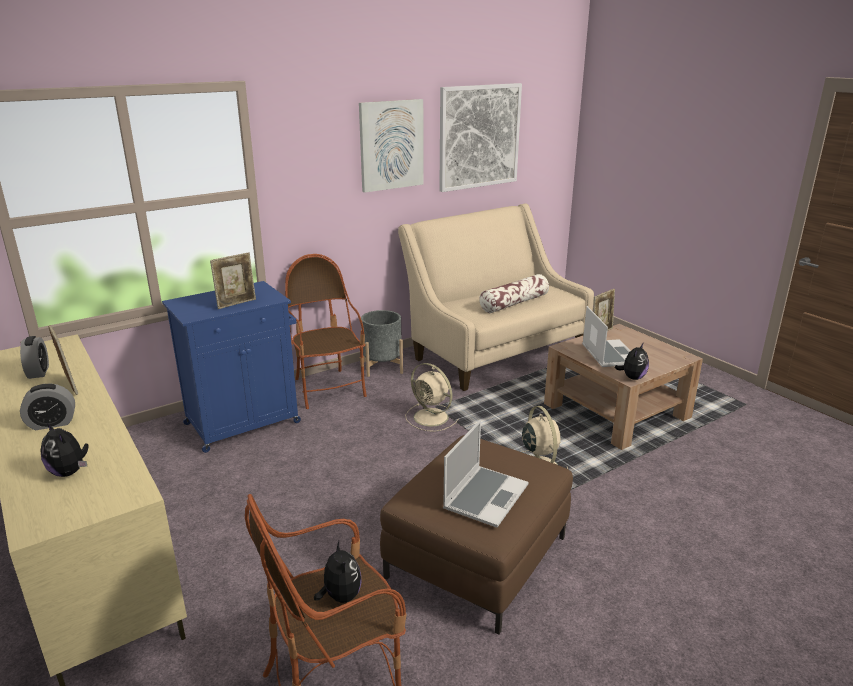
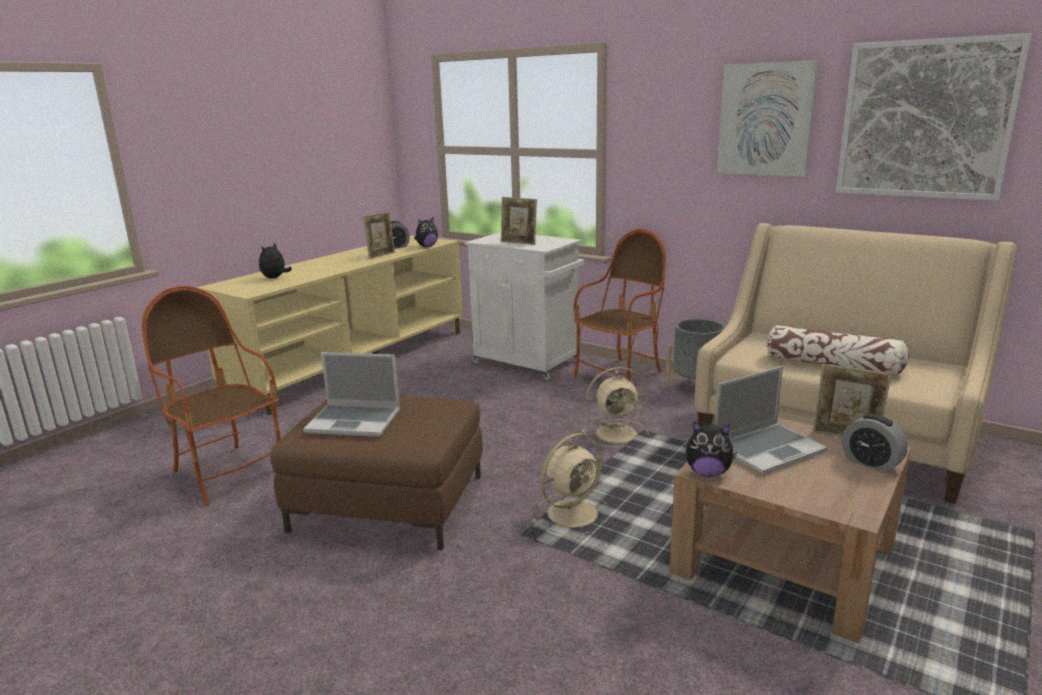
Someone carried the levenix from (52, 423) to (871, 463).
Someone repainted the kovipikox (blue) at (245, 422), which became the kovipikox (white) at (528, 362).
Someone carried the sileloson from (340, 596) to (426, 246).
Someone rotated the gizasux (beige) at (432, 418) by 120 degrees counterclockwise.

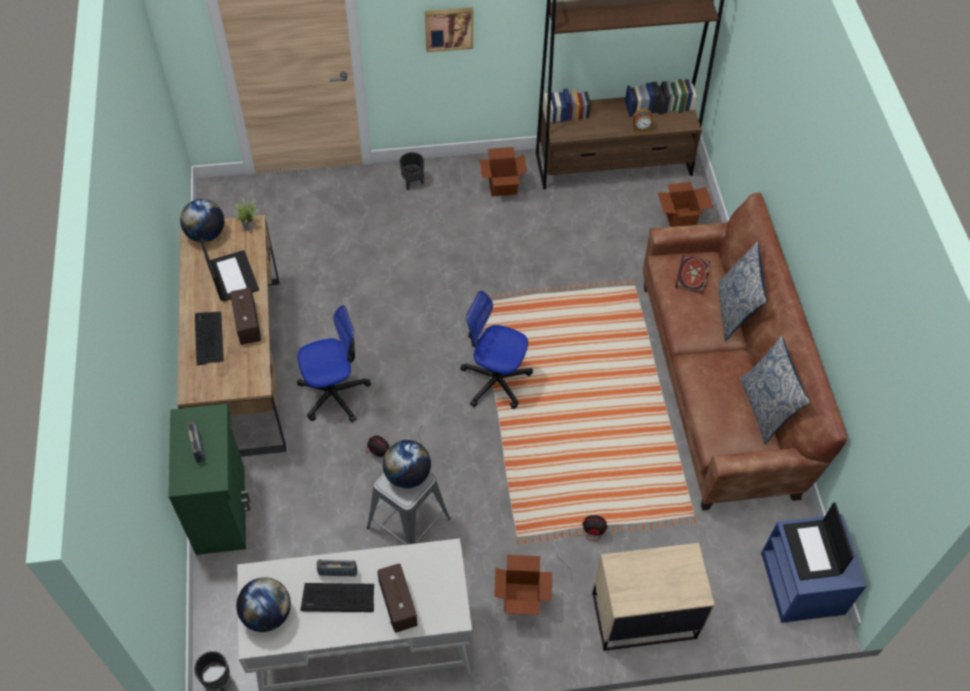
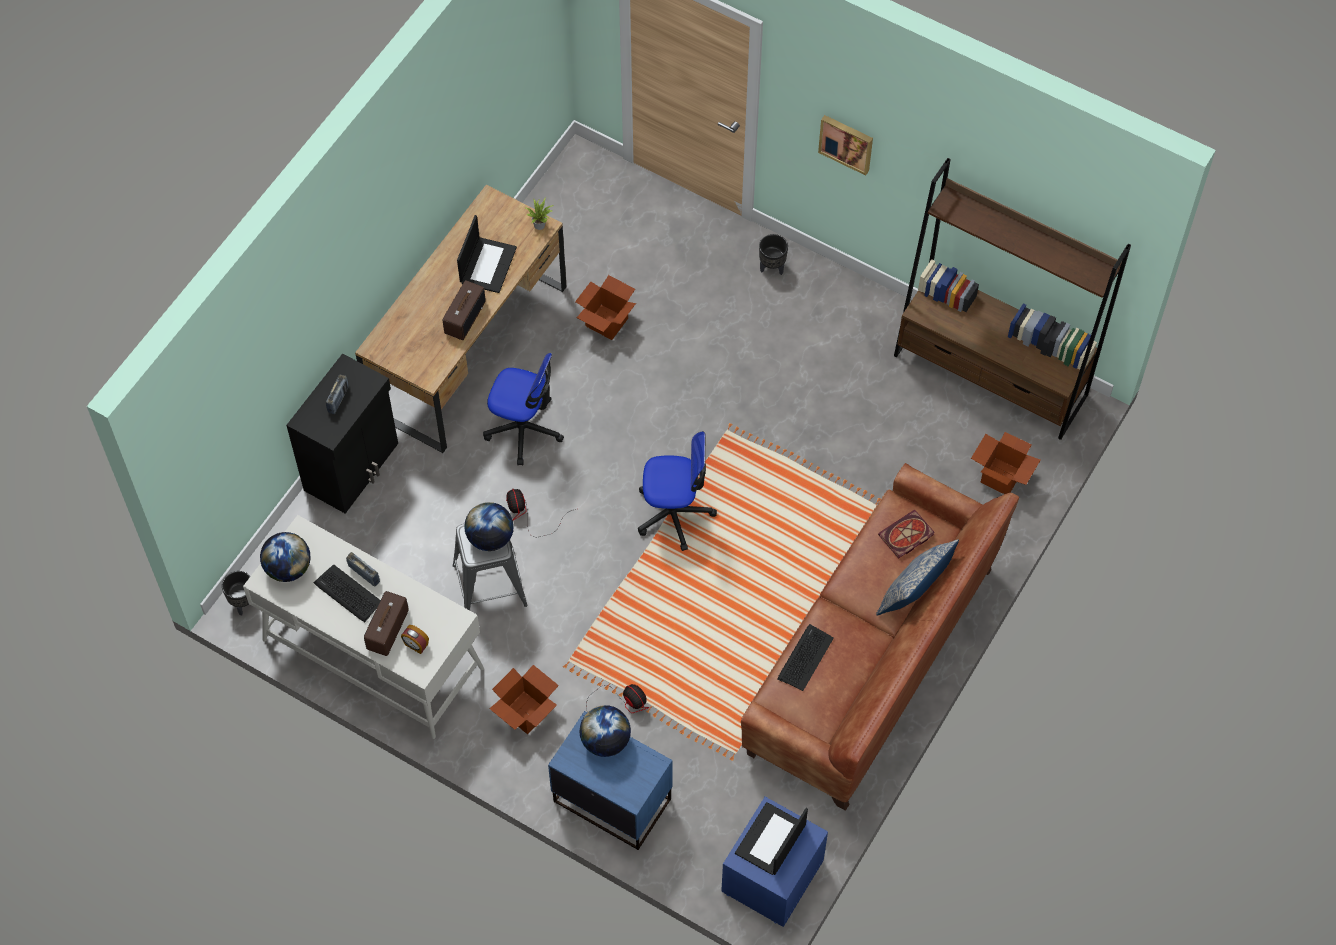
Someone repainted the kovipikox (green) at (222, 509), which became the kovipikox (black) at (353, 467).
Someone carried the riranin from (206, 234) to (605, 741).
Someone carried the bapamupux from (208, 338) to (805, 658).
Someone rotated the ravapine at (495, 380) by 120 degrees clockwise.
Someone carried the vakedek from (502, 186) to (607, 322).
Someone repainted the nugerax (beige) at (643, 615), which became the nugerax (blue) at (612, 799).
Someone carried the levenix from (641, 128) to (416, 645).
Someone took away the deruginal at (765, 408).

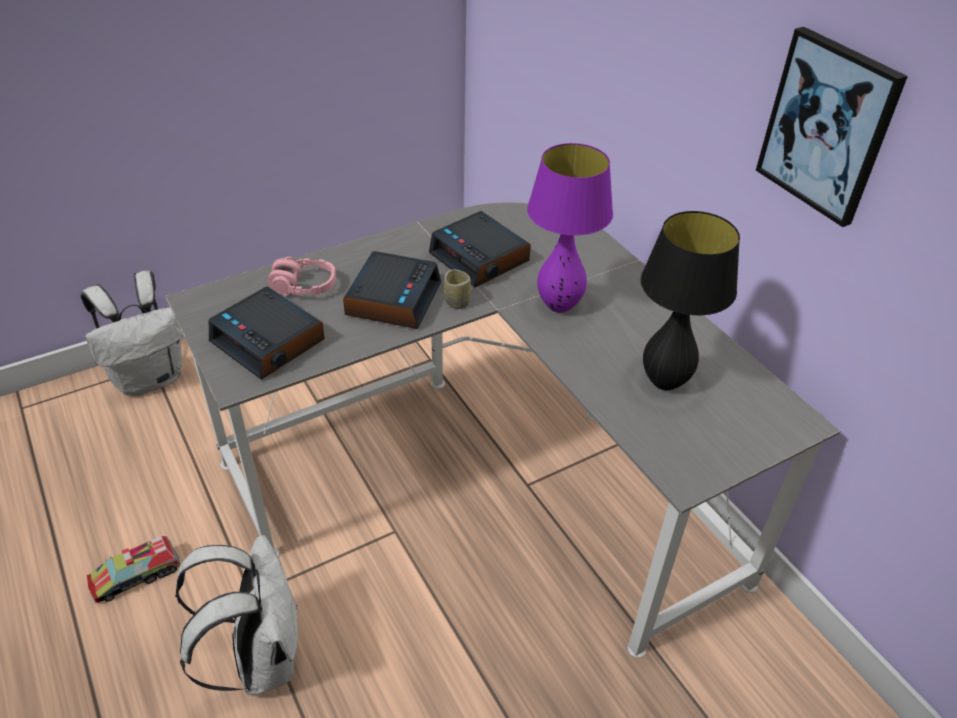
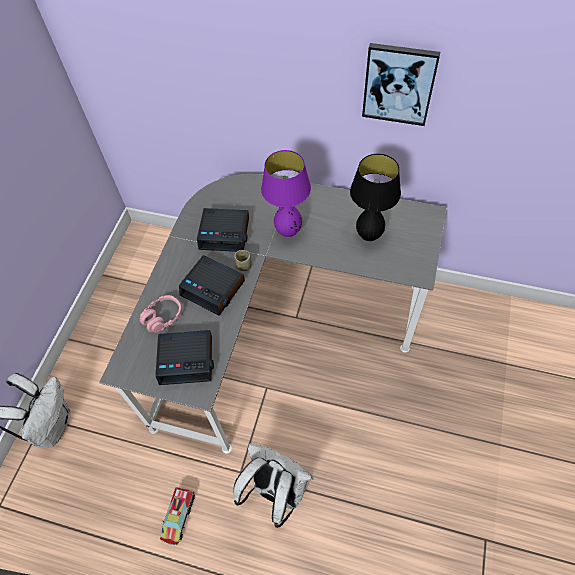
Someone rotated the levenix at (393, 299) by 150 degrees clockwise.

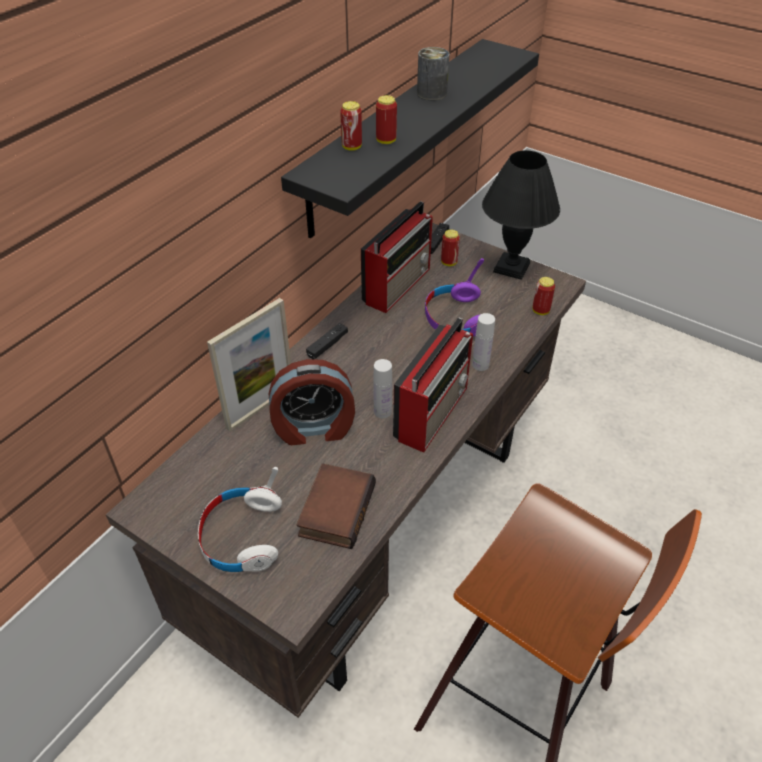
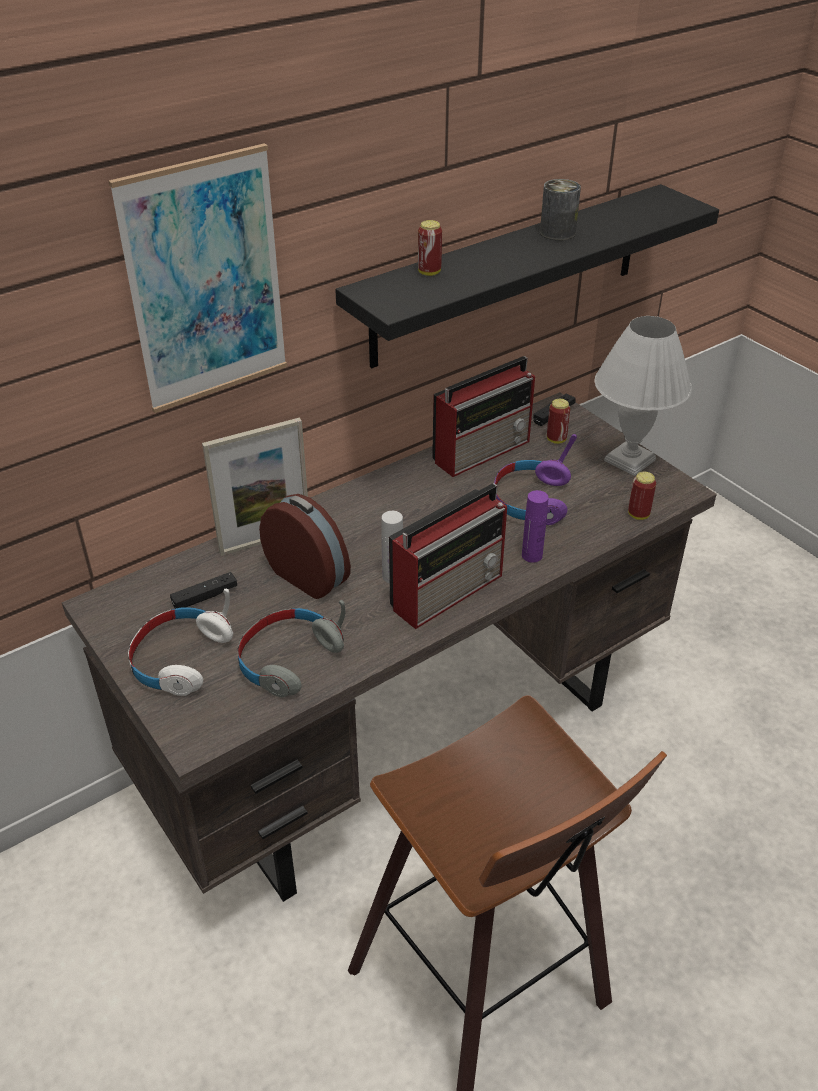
Someone rotated the levenix at (314, 428) by 150 degrees counterclockwise.
Someone swapped the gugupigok at (335, 509) for the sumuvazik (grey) at (288, 659).
Someone carried the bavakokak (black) from (327, 345) to (205, 597).
Someone took away the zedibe at (386, 141).
Someone repainted the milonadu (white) at (480, 365), which became the milonadu (purple) at (532, 555).
Someone repainted the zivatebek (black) at (512, 267), which became the zivatebek (white) at (631, 460).
Someone put up the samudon at (206, 282).

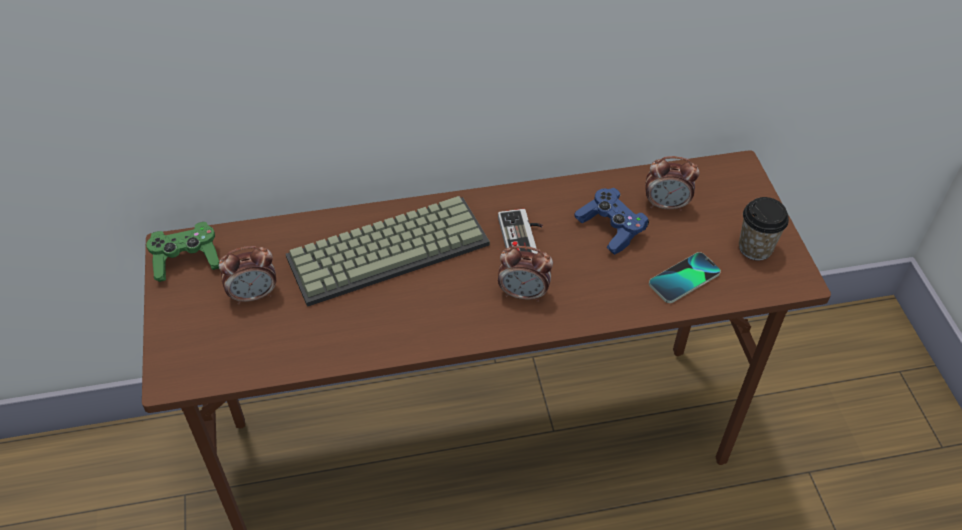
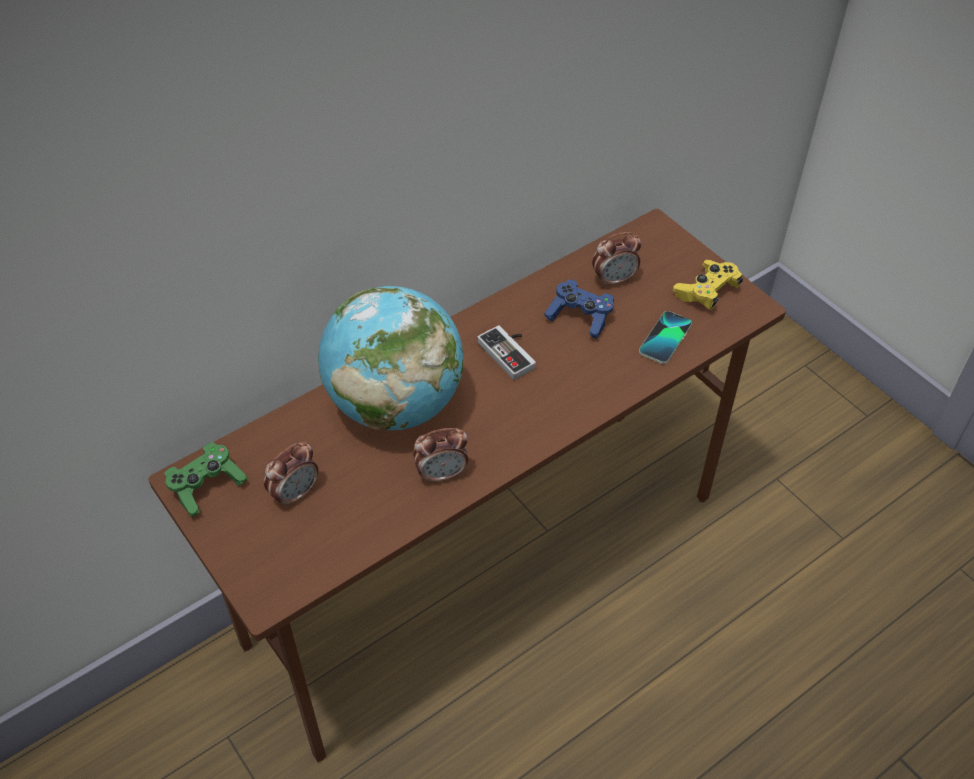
Someone swapped the bapamupux at (389, 248) for the riranin at (395, 404).
Someone carried the levenix from (523, 294) to (442, 474).
Someone swapped the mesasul at (755, 248) for the bavakokak (yellow) at (706, 292).

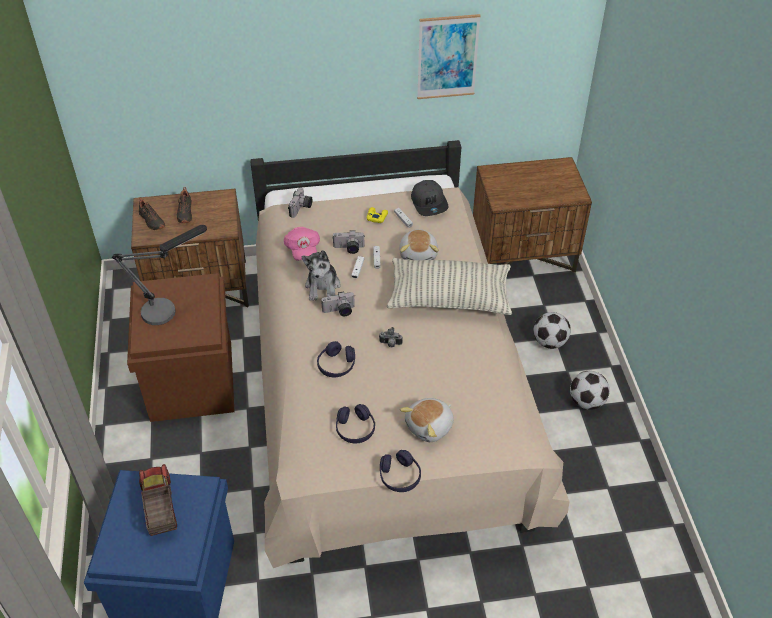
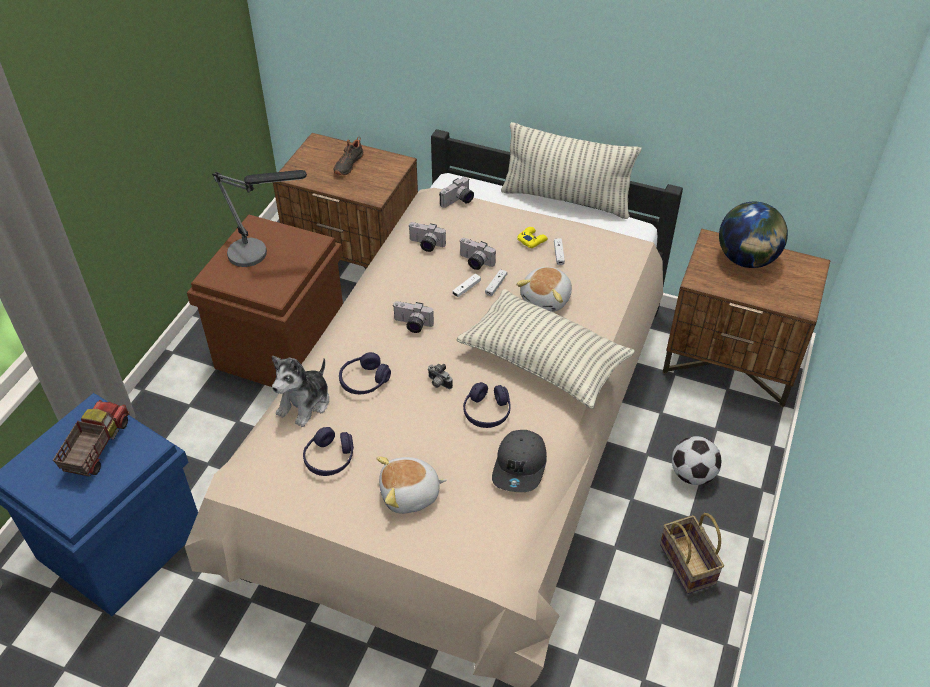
Someone took away the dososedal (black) at (151, 221).
Someone swapped the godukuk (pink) at (303, 250) for the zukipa at (426, 245).
Someone carried the sileloson from (323, 286) to (305, 403).
Someone carried the sumuvazik (purple) from (399, 476) to (487, 412).
Someone carried the godukuk (grey) from (429, 203) to (520, 466).
Someone took away the samudon at (447, 57).
Someone swapped the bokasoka at (586, 401) for the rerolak at (689, 565).
Someone put down the deruginal at (566, 199).
Someone put down the riranin at (746, 259).

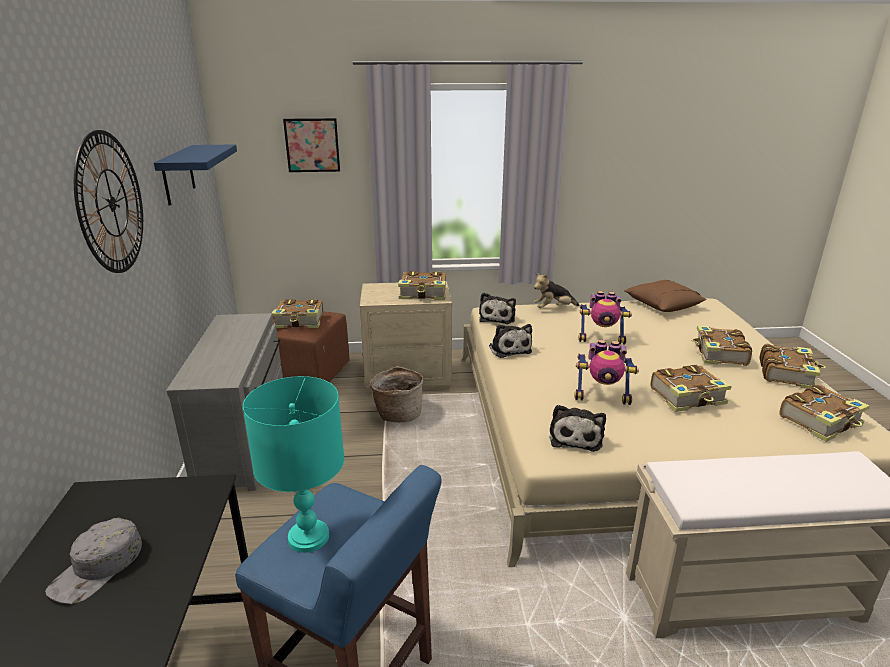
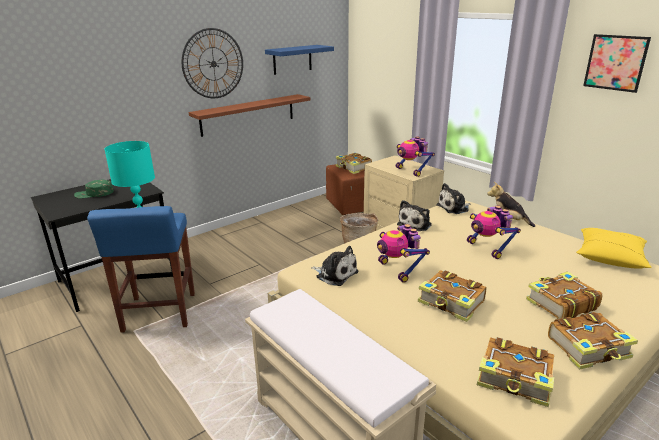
Someone repainted the godukuk (grey) at (98, 568), which became the godukuk (green) at (94, 194).
Someone took away the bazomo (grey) at (247, 442).
Someone carried the samudon from (312, 145) to (615, 62).
Someone swapped the gugupigok at (424, 293) for the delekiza at (411, 171).
Someone rotated the sileloson at (575, 437) by 120 degrees counterclockwise.
Someone repainted the deruginal (brown) at (662, 305), which became the deruginal (yellow) at (610, 257).
Someone put up the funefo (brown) at (248, 114).

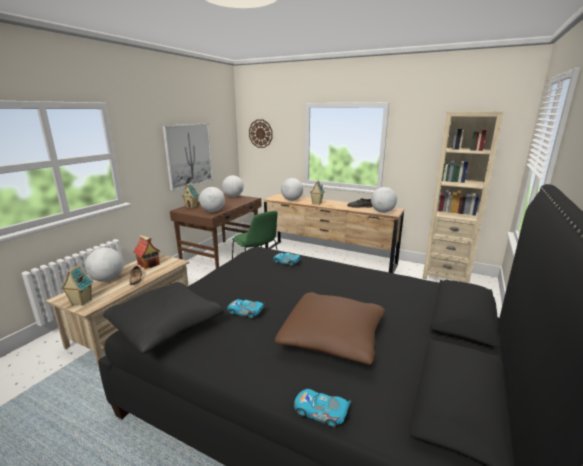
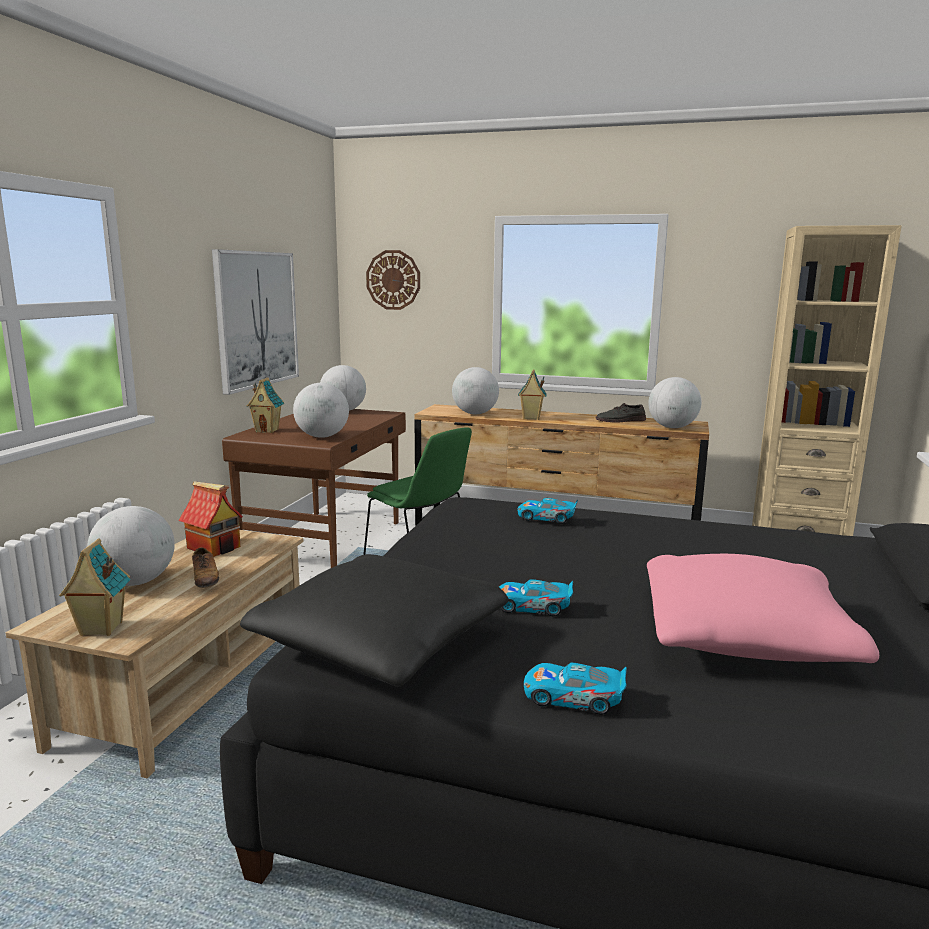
Someone repainted the deruginal (brown) at (332, 338), which became the deruginal (pink) at (744, 636).
Someone carried the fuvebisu from (320, 412) to (573, 697).

